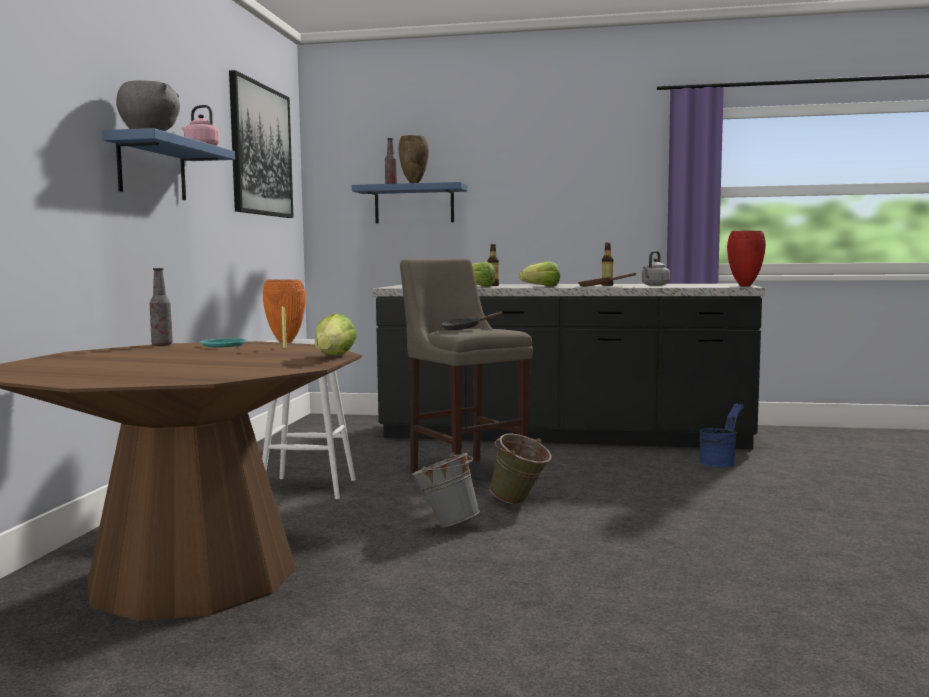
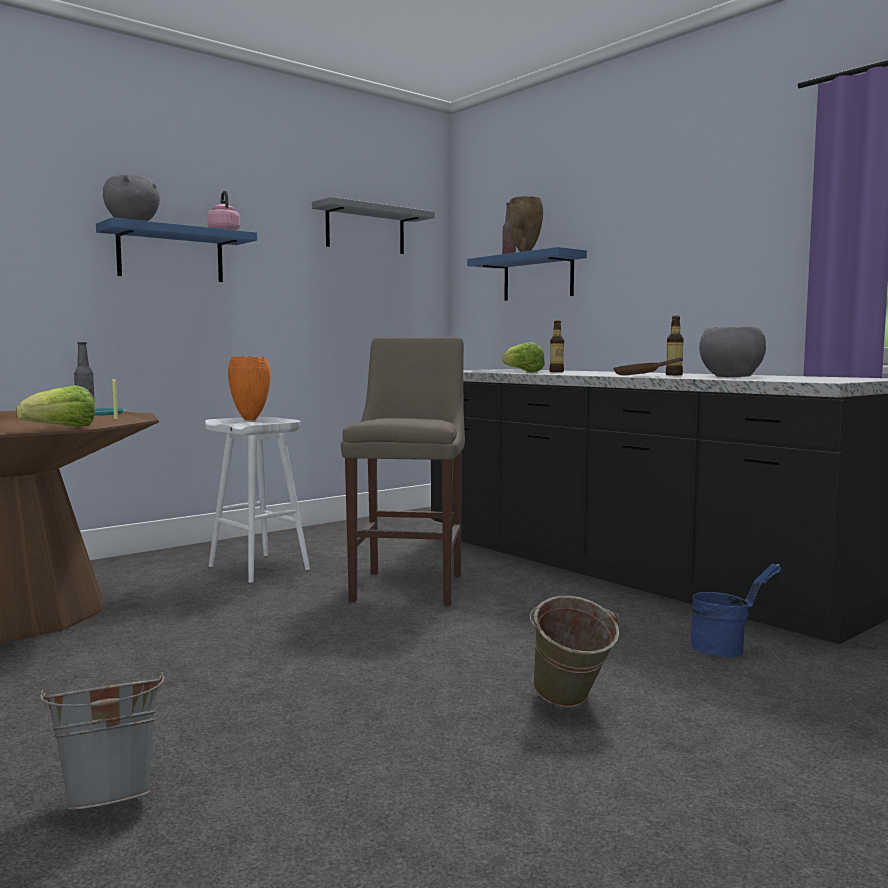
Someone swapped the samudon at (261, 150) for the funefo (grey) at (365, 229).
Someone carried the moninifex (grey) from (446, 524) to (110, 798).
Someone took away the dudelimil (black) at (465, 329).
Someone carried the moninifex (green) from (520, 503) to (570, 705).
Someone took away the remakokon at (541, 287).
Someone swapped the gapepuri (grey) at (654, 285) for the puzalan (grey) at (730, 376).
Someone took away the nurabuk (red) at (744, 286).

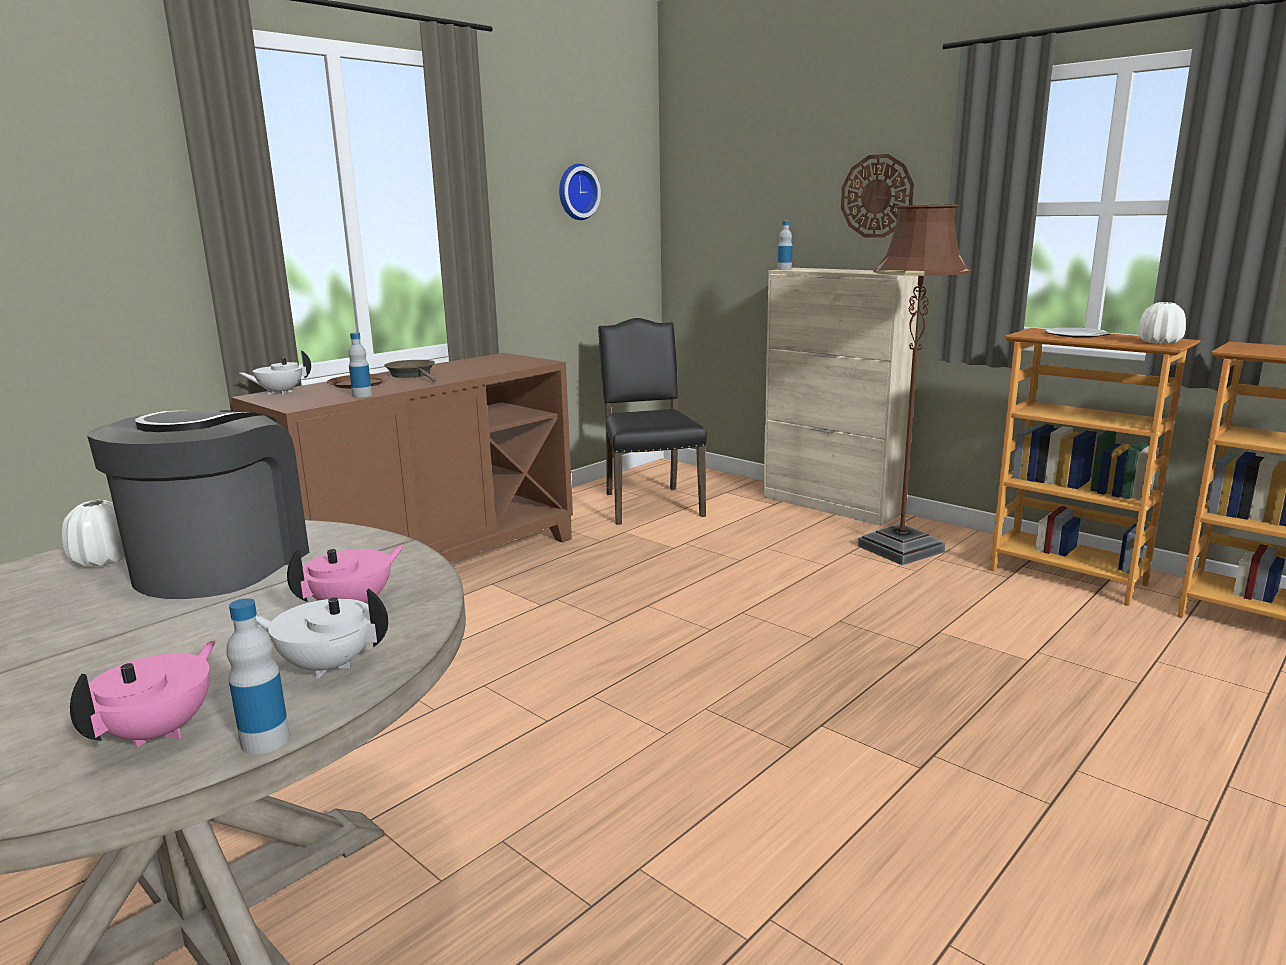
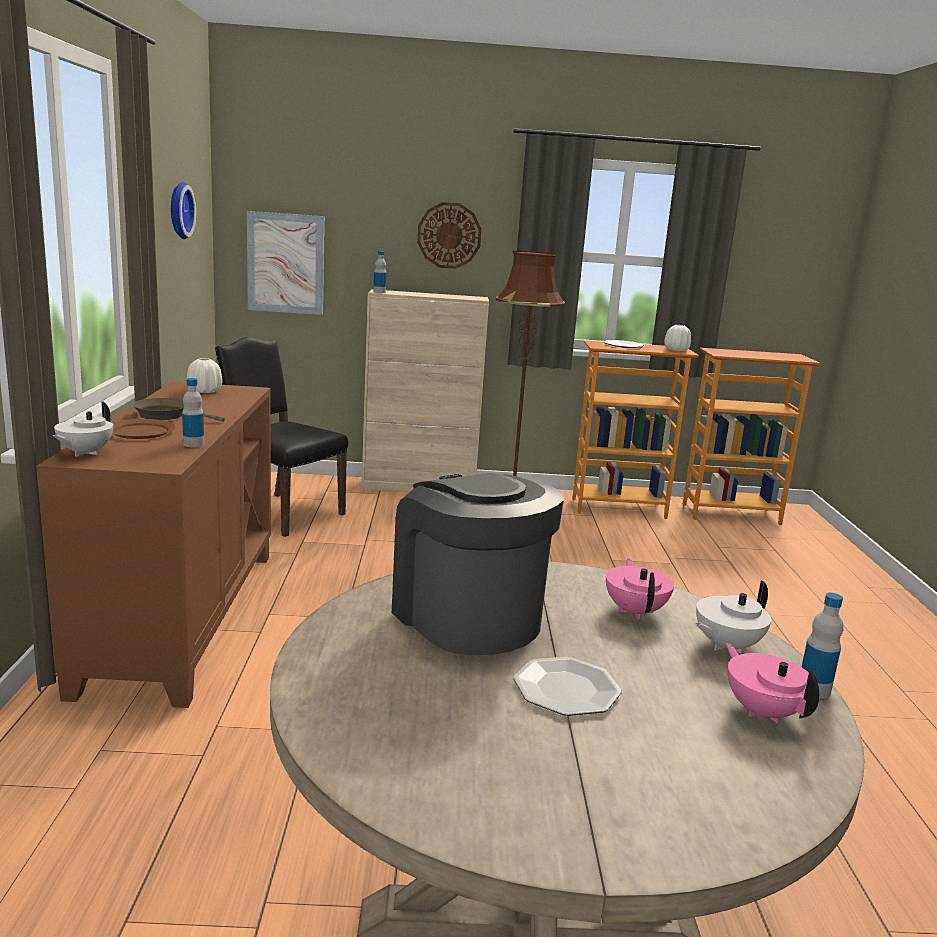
Someone carried the nurabuk (white) from (104, 560) to (204, 391).
Someone put up the samudon at (285, 263).
Someone put down the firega at (566, 689).

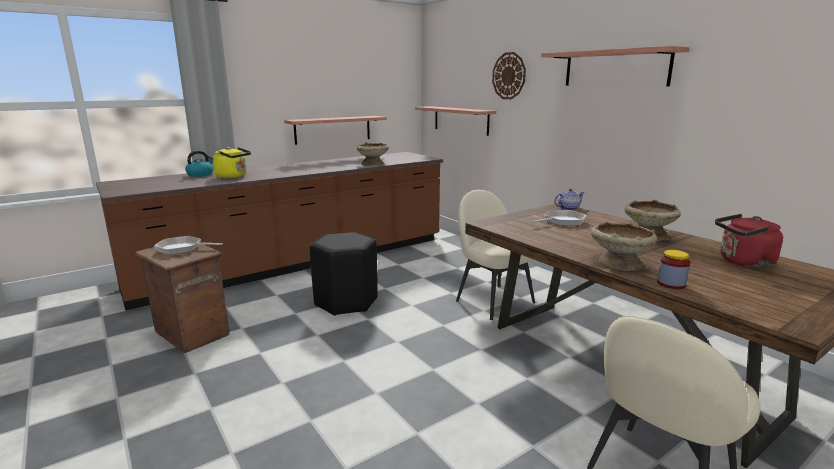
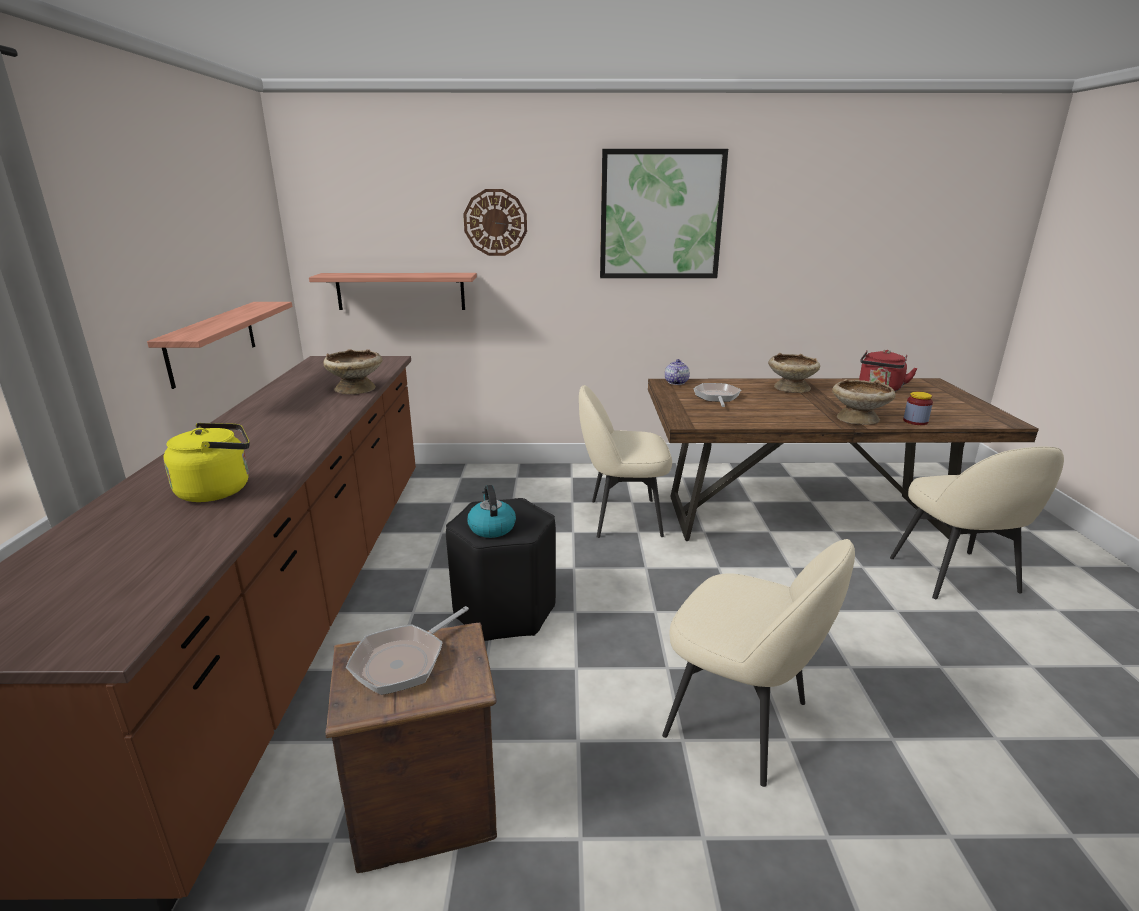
Someone carried the gapepuri from (200, 174) to (491, 528).
Someone swapped the funefo at (615, 68) for the samudon at (661, 215).
Someone put down the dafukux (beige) at (740, 721).

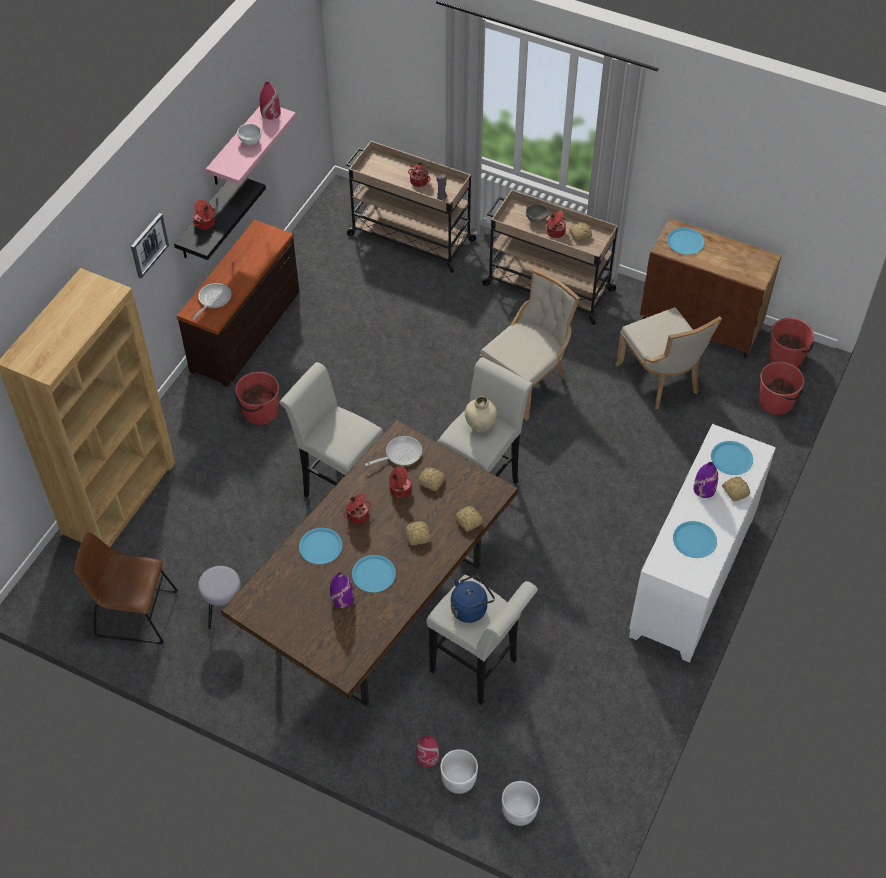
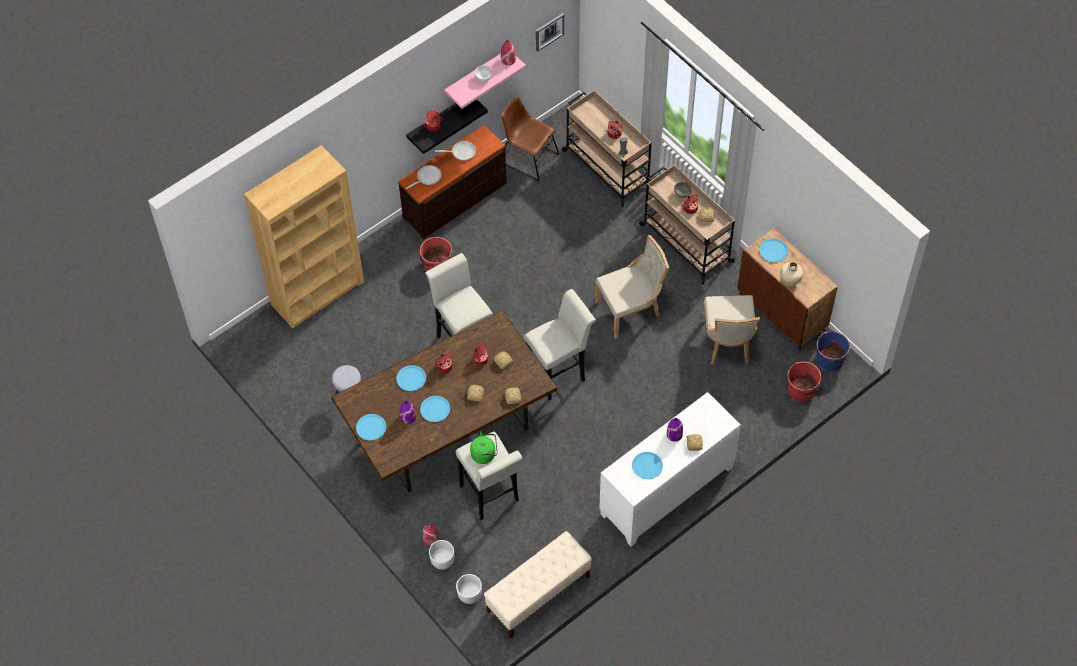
Someone carried the dafukux (brown) from (133, 613) to (527, 157).
Someone carried the samudon from (148, 245) to (549, 31).
Someone carried the dudelimil from (400, 454) to (461, 152).
Someone repainted the gapepuri (blue) at (470, 608), which became the gapepuri (green) at (485, 454).
Someone carried the nurabuk (beige) from (480, 426) to (790, 281).
Someone carried the firega (blue) from (731, 458) to (371, 427).
Someone repainted the moninifex (red) at (786, 356), which became the moninifex (blue) at (830, 360).
Someone put down the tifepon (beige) at (538, 594).

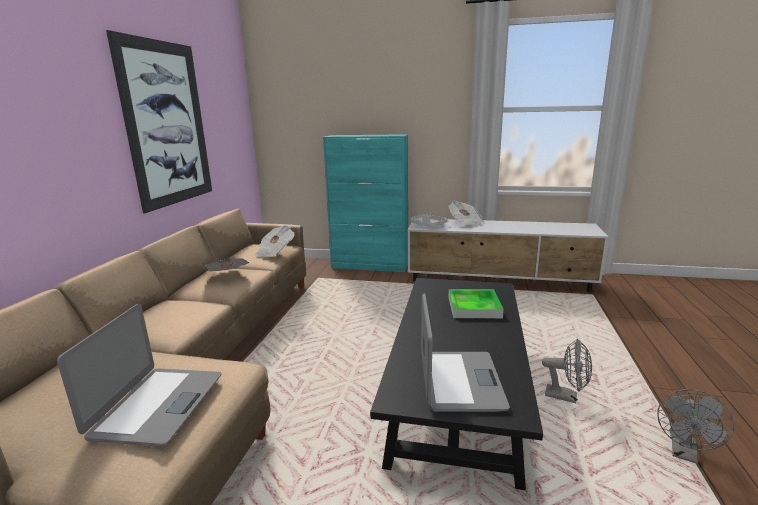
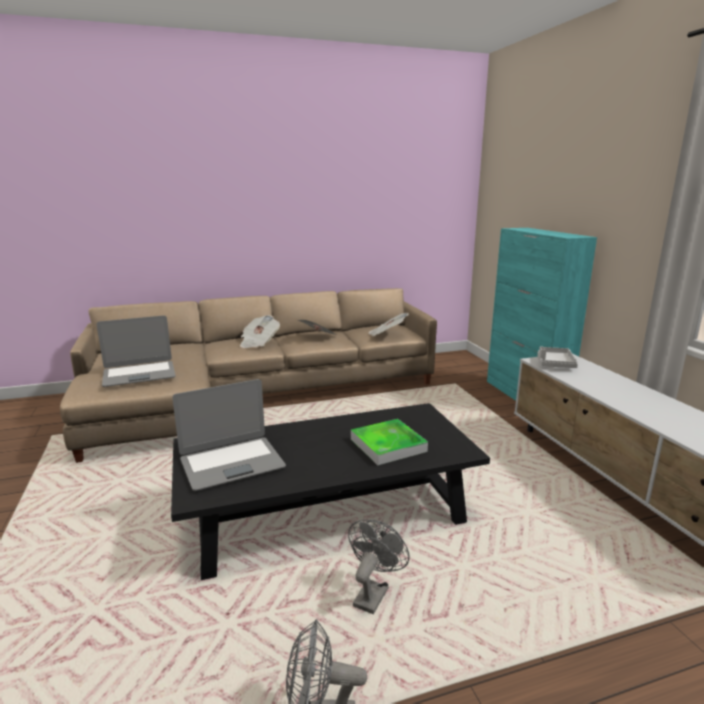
Someone took away the samudon at (167, 124).
Someone carried the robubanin from (465, 223) to (259, 342).
Someone rotated the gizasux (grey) at (566, 396) by 150 degrees counterclockwise.

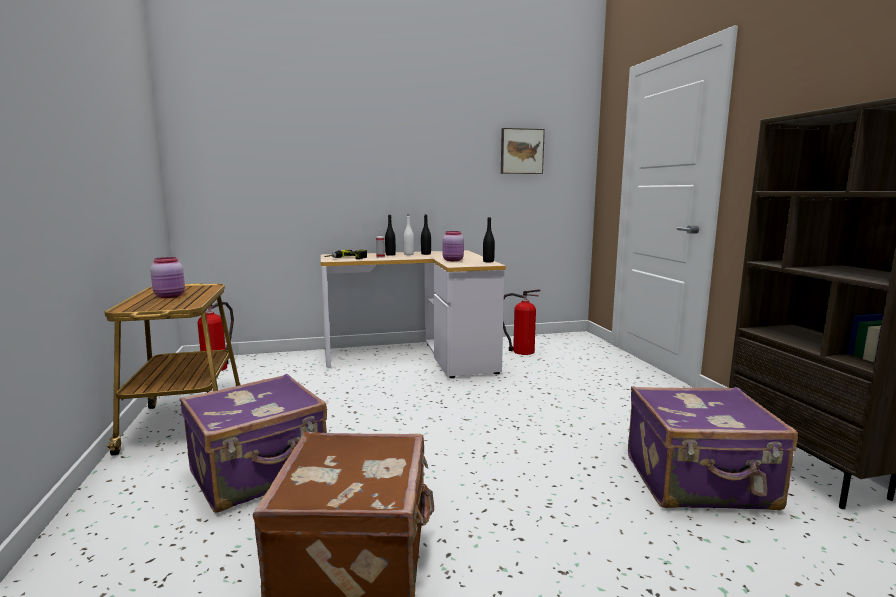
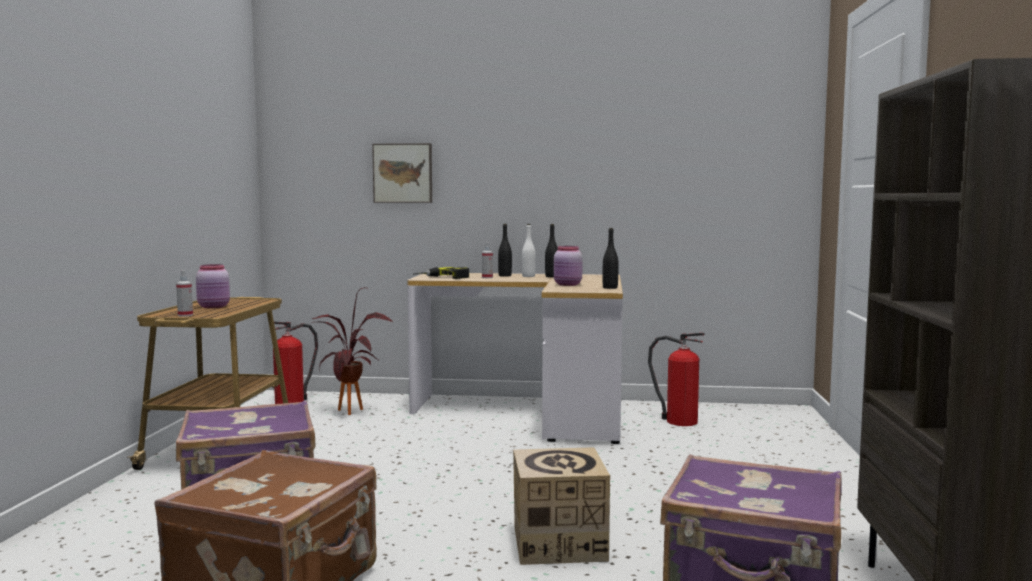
Someone carried the samudon from (521, 151) to (403, 173).
Someone put down the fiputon at (185, 315).
Someone put down the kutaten at (351, 413).
Someone put down the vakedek at (558, 543).

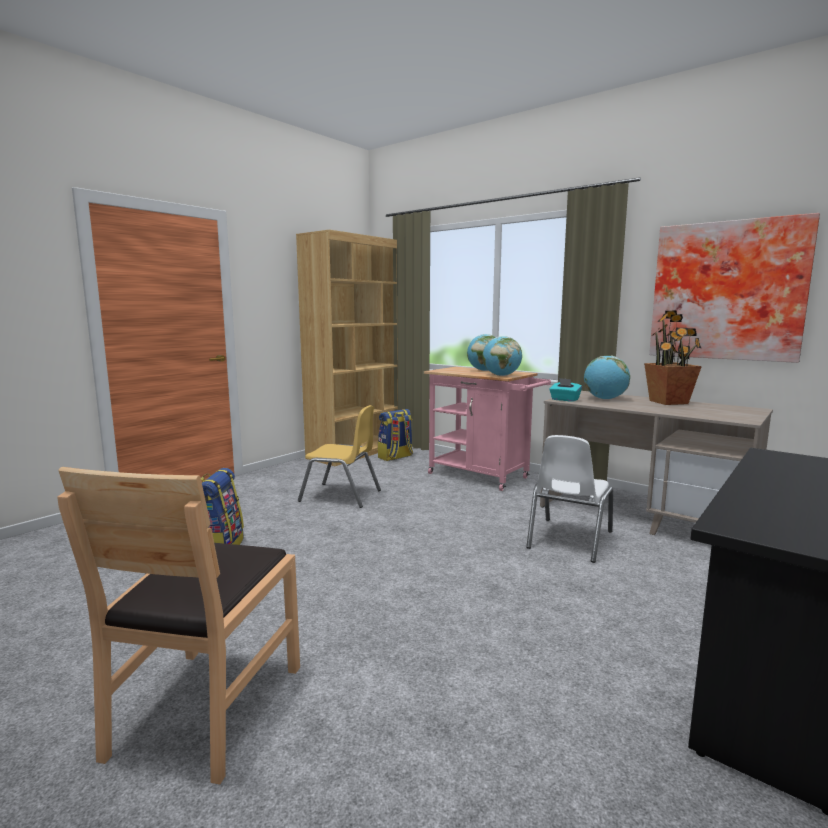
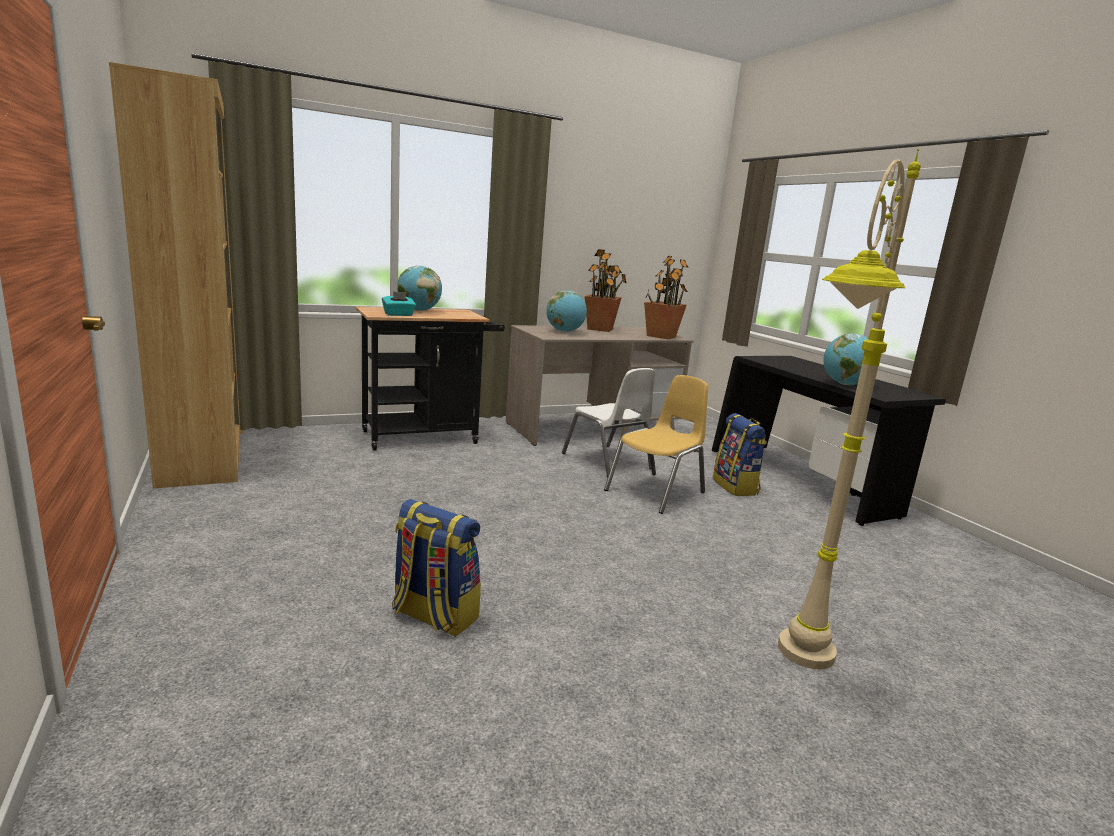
Someone swapped the dafukux (brown) at (207, 708) for the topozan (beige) at (790, 674).
Someone carried the dafukux (yellow) from (341, 496) to (656, 492).
Someone carried the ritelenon from (395, 457) to (736, 487).
Someone repainted the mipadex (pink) at (483, 477), which became the mipadex (black) at (427, 436).
Someone carried the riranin from (501, 375) to (845, 384).
Someone carried the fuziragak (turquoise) from (564, 400) to (398, 315).
Someone took away the samudon at (727, 291).
Someone put down the kutaten at (661, 336).

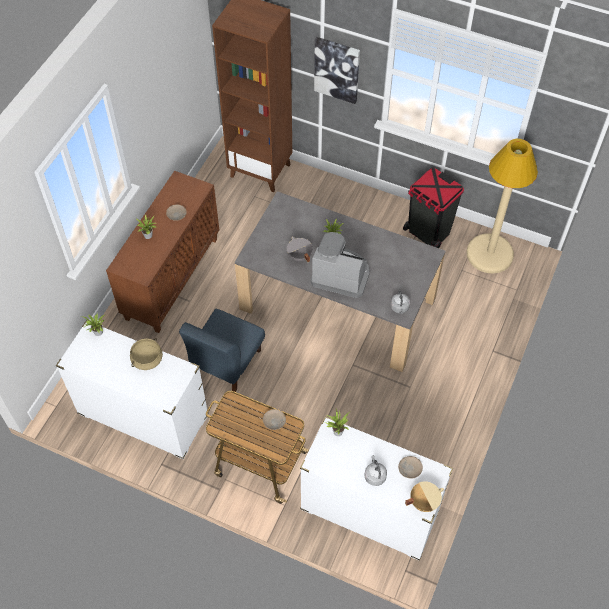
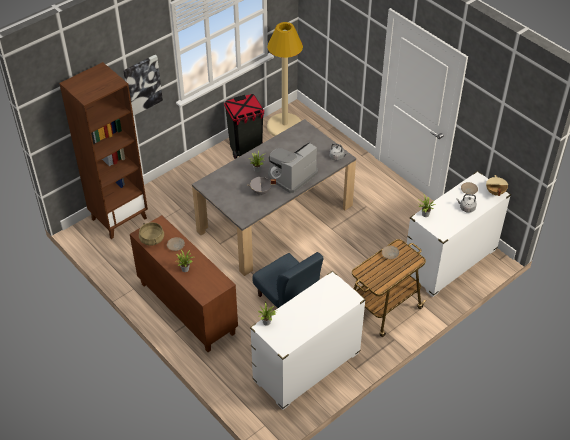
Someone carried the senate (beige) from (147, 359) to (151, 239).

